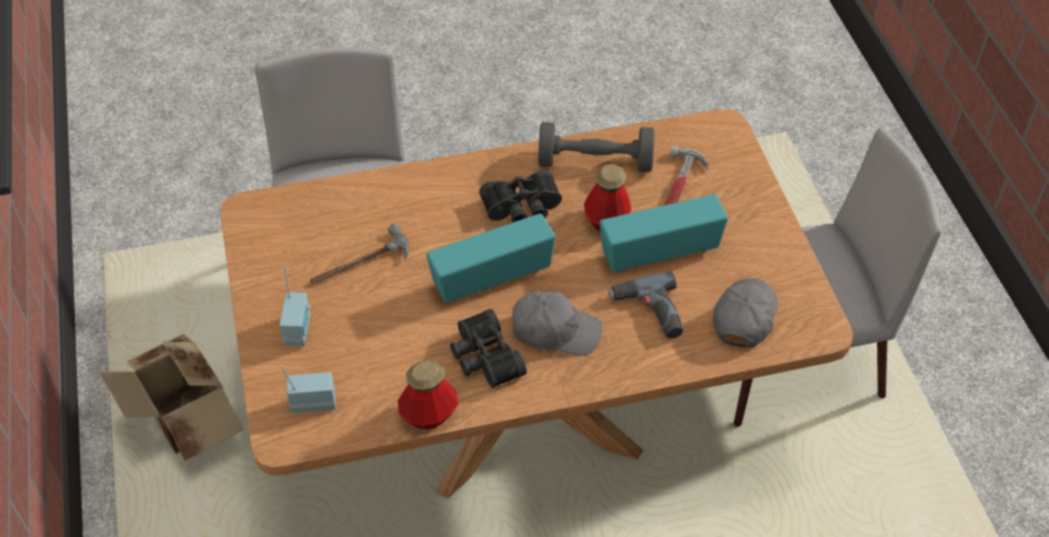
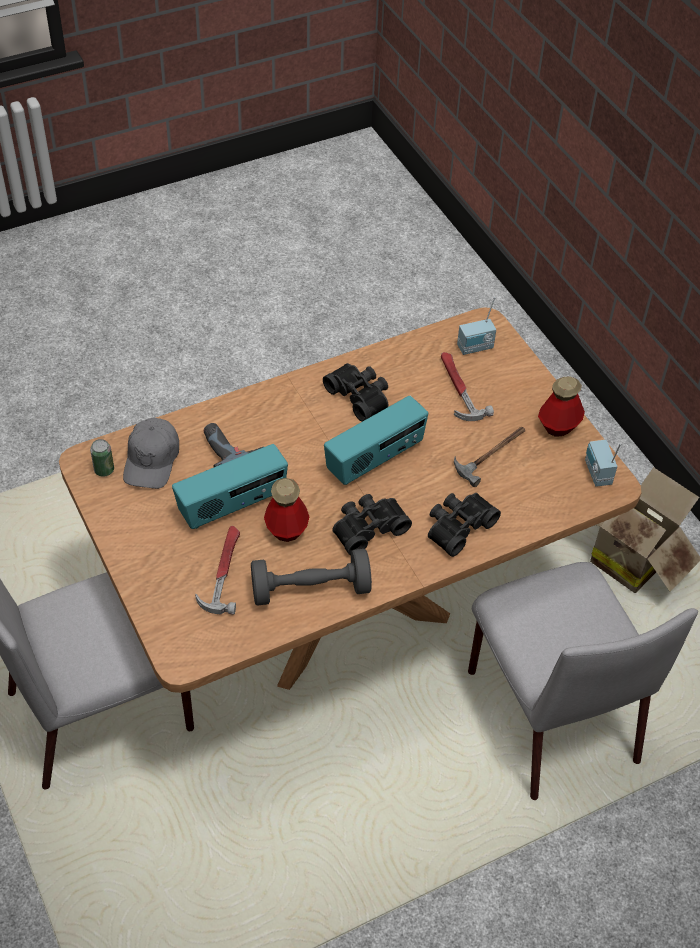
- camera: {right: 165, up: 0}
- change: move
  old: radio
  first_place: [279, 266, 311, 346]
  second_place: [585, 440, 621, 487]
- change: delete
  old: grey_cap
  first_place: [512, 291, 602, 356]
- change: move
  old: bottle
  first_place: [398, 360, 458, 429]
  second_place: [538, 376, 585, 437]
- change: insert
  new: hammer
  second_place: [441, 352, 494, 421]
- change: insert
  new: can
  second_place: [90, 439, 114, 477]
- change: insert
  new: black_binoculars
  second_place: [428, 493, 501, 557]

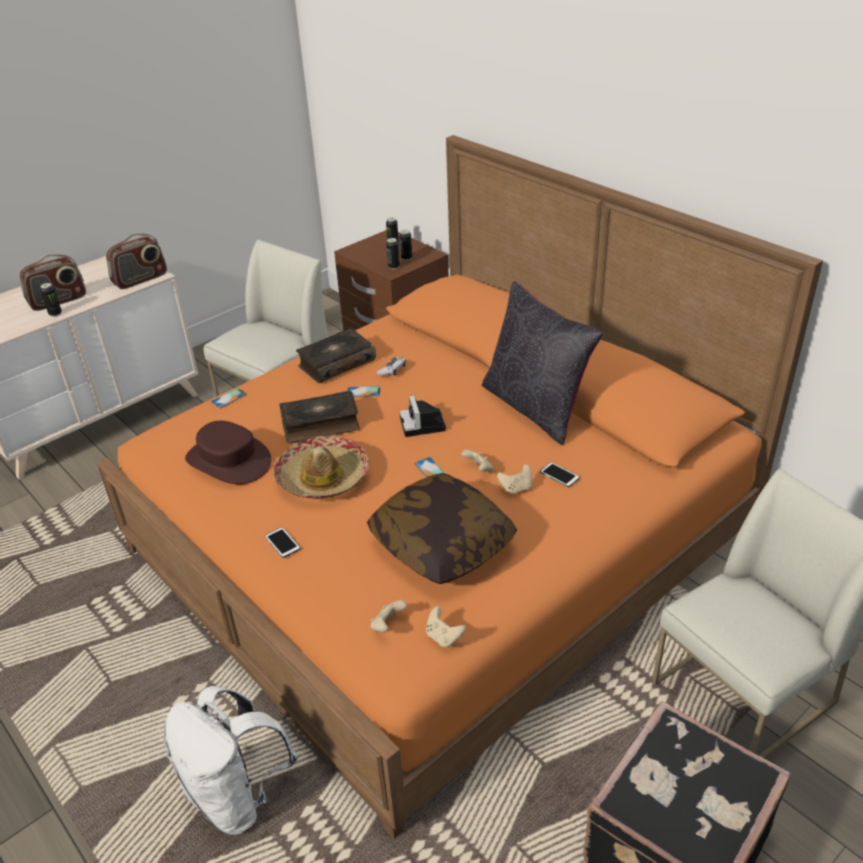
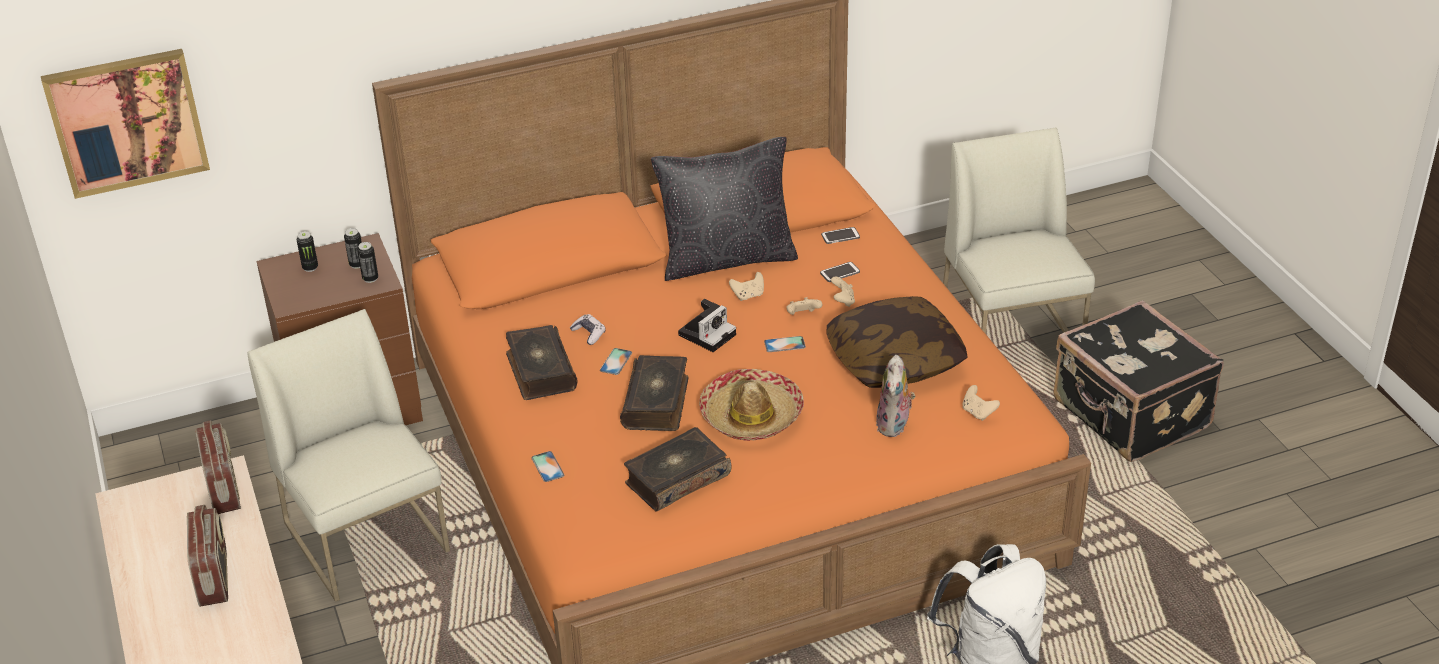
- camera: {right: -70, up: 0}
- change: delete
  old: can
  first_place: [40, 283, 62, 317]
- change: rotate
  old: photo_camera
  first_place: [399, 395, 446, 437]
  second_place: [678, 299, 736, 352]
  degrees: -60
- change: replace
  old: brown_hat
  new: book
  first_place: [185, 421, 271, 484]
  second_place: [624, 427, 731, 512]
- change: move
  old: phone
  first_place: [265, 527, 300, 558]
  second_place: [821, 227, 860, 244]
- change: move
  old: beige_game_controller
  first_place: [426, 606, 466, 648]
  second_place: [729, 272, 764, 301]
- change: insert
  new: picture
  second_place: [41, 49, 210, 199]
- change: insert
  new: plush_toy
  second_place: [876, 355, 916, 437]

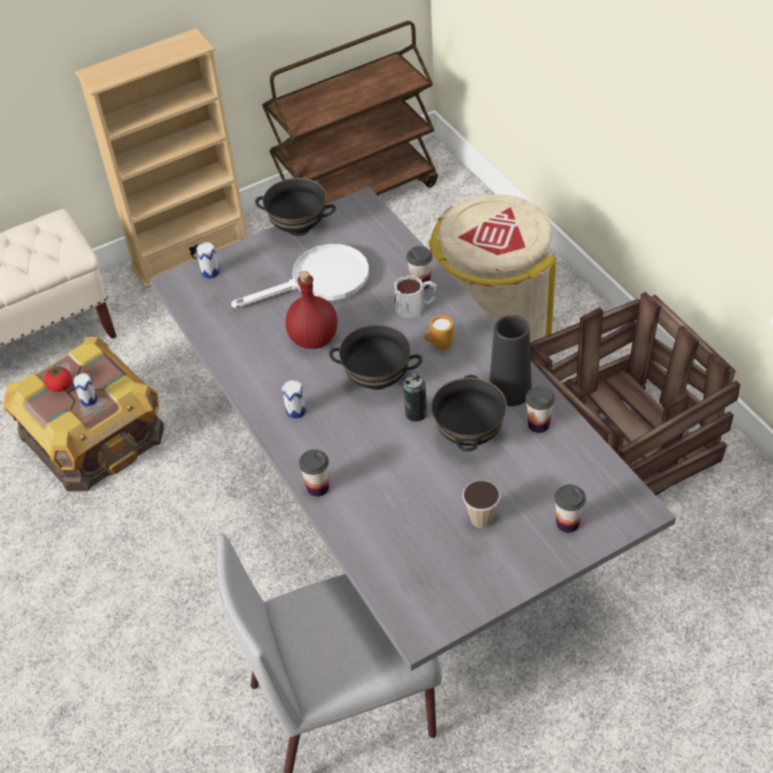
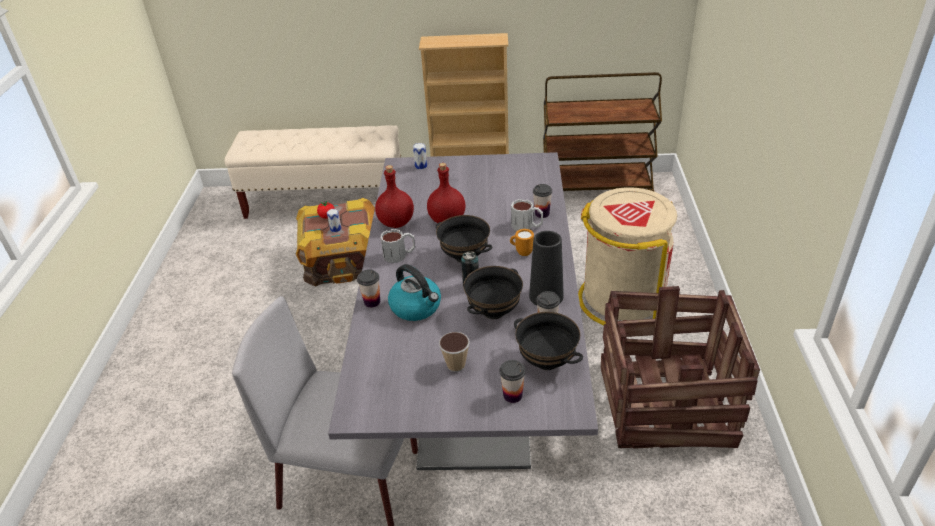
- camera: {right: 30, up: -10}
- change: move
  old: black_bowl
  first_place: [255, 178, 336, 236]
  second_place: [514, 312, 583, 370]
- change: delete
  old: white_frying_pan
  first_place: [231, 244, 369, 308]
- change: replace
  old: can
  new: mug
  first_place: [282, 380, 306, 419]
  second_place: [380, 229, 415, 263]
- change: insert
  new: red_bottle
  second_place: [375, 165, 414, 228]
- change: insert
  new: kettle
  second_place: [388, 264, 441, 321]

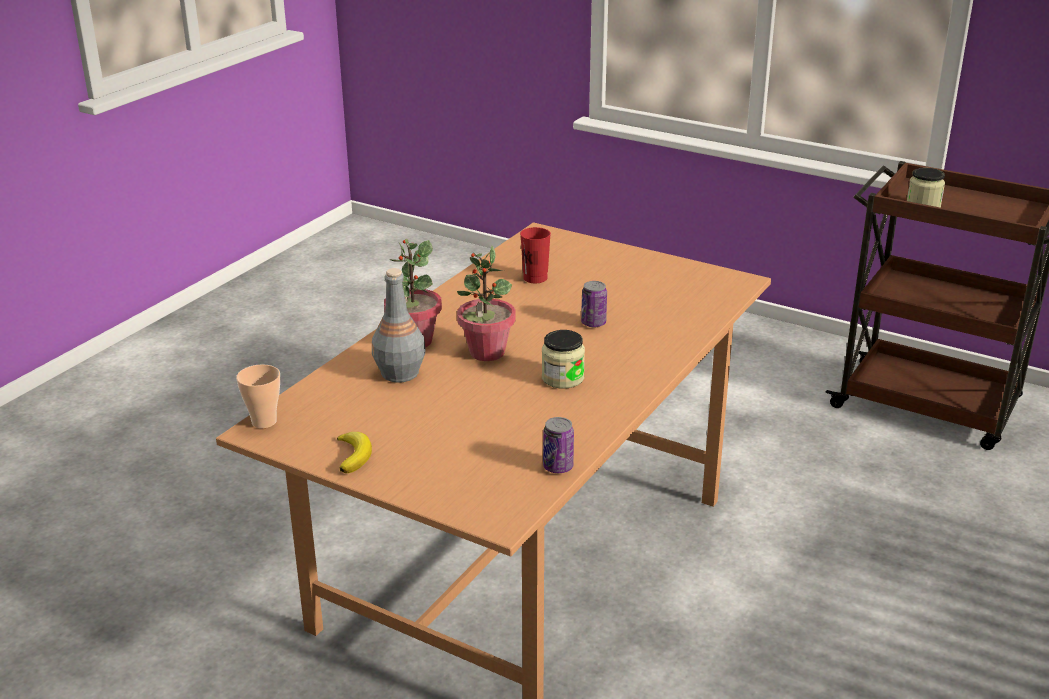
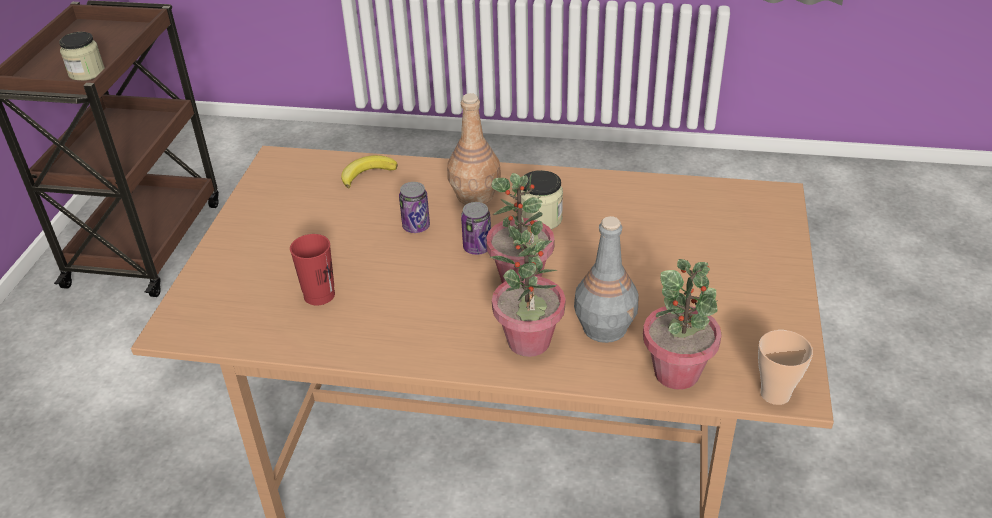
- camera: {right: -110, up: 10}
- change: move
  old: can
  first_place: [543, 417, 574, 473]
  second_place: [461, 202, 491, 255]
- change: move
  old: banana
  first_place: [337, 432, 372, 473]
  second_place: [341, 155, 398, 188]
- change: insert
  new: brown_bottle
  second_place: [447, 93, 501, 205]
- change: insert
  new: potted_plant
  second_place: [643, 259, 722, 390]

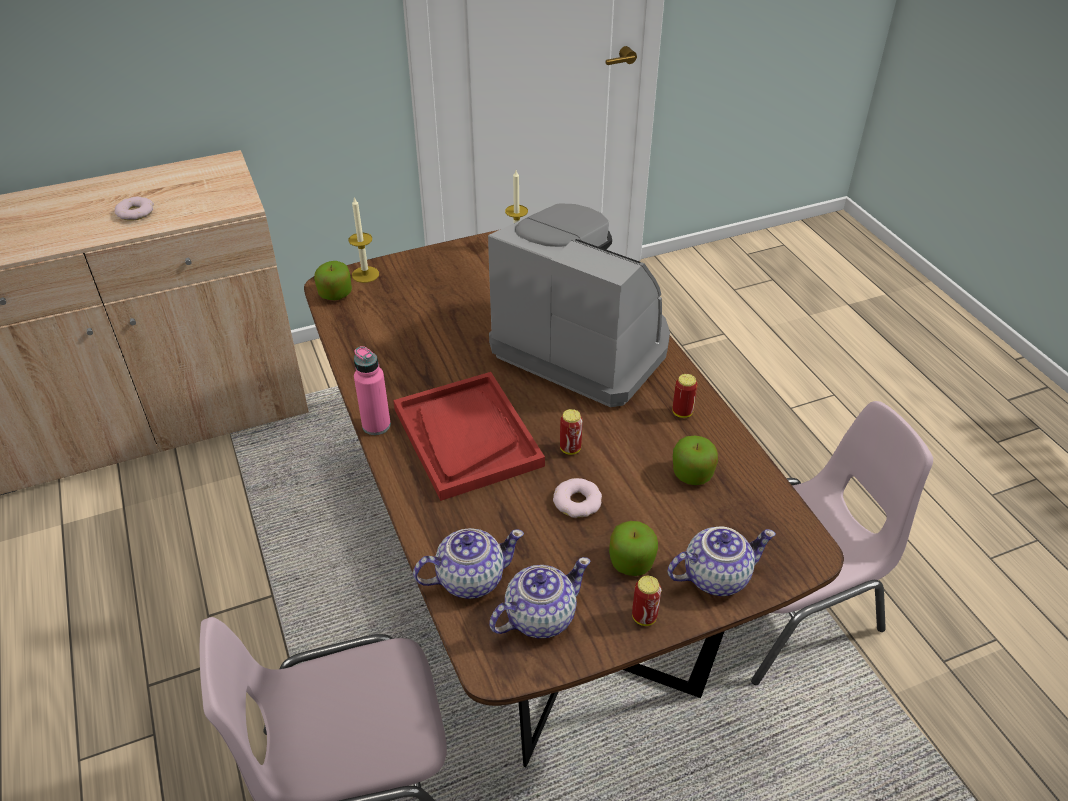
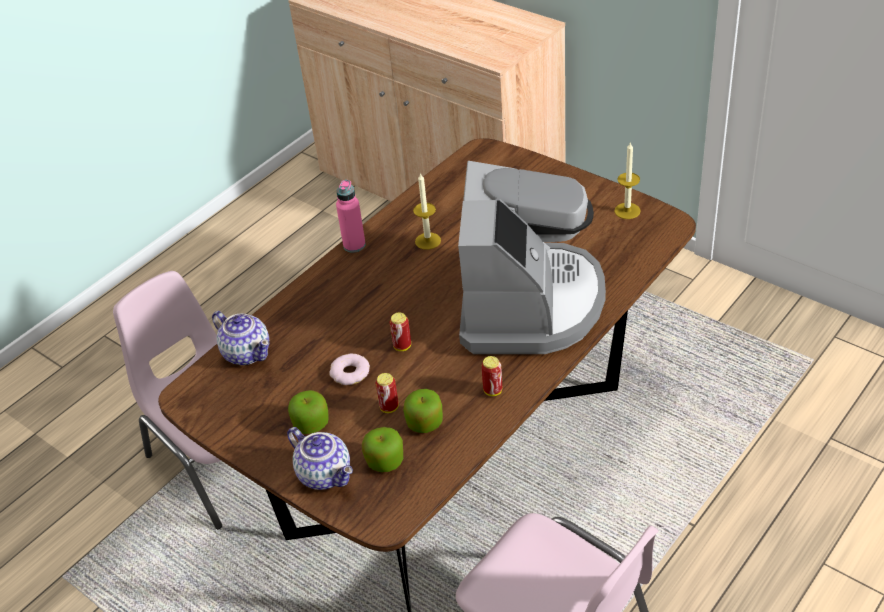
- camera: {right: 65, up: 0}
- change: delete
  old: donut
  first_place: [115, 197, 154, 221]
- change: move
  old: candle
  first_place: [348, 197, 379, 283]
  second_place: [413, 173, 441, 250]
- change: move
  old: apple
  first_place: [314, 261, 352, 300]
  second_place: [362, 427, 403, 472]
- change: delete
  old: red_tray
  first_place: [393, 372, 545, 501]
- change: delete
  old: teapot
  first_place: [489, 557, 590, 638]
- change: move
  old: can
  first_place: [632, 576, 661, 626]
  second_place: [376, 373, 399, 413]

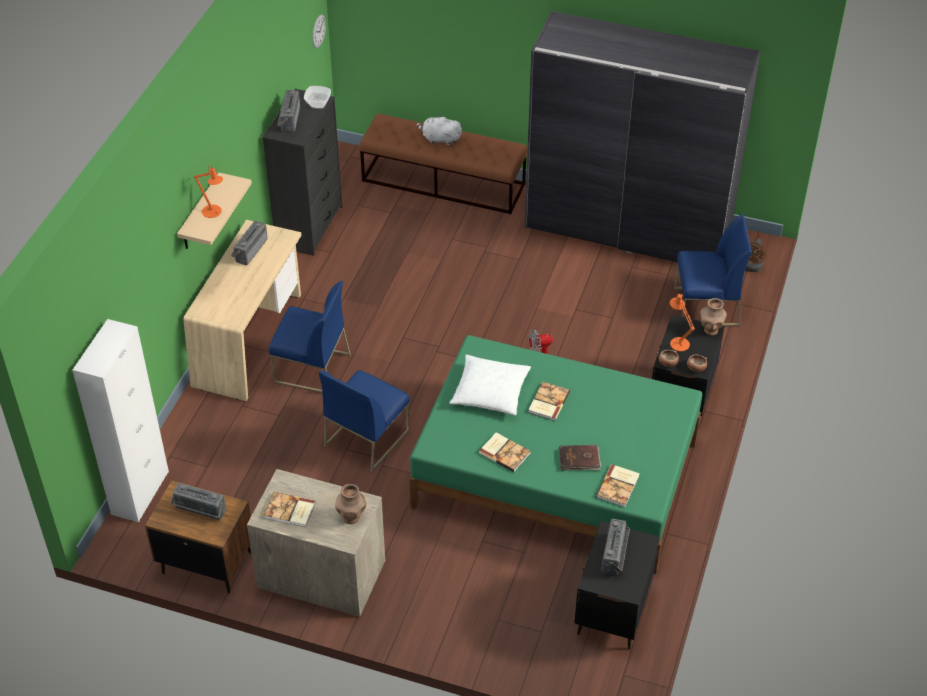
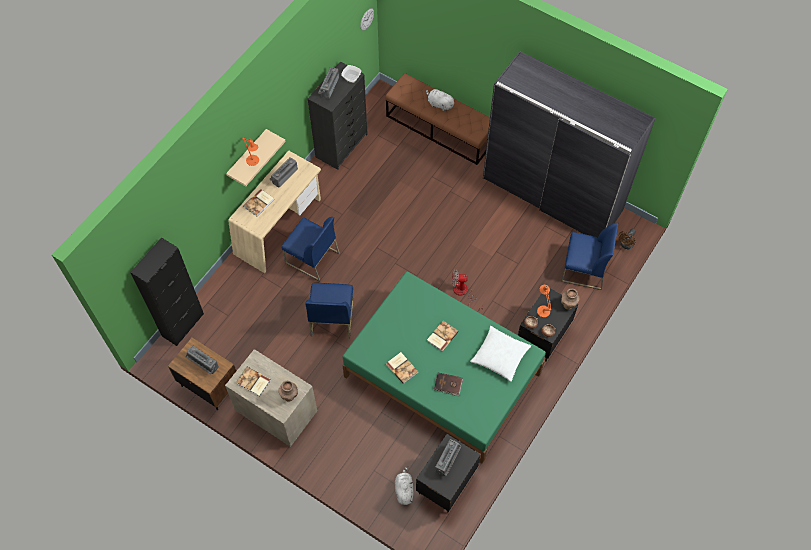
- camera: {right: 15, up: 15}
- change: recolor
  old: white_cabinet
  new: black_cabinet
  first_place: [72, 319, 169, 522]
  second_place: [130, 237, 204, 346]
- change: move
  old: white_pillow
  first_place: [450, 355, 531, 416]
  second_place: [470, 326, 531, 382]
- change: rotate
  old: blue_chair
  first_place: [319, 370, 410, 472]
  second_place: [305, 283, 353, 339]
  degrees: -45
- change: move
  old: book
  first_place: [596, 464, 640, 507]
  second_place: [243, 189, 274, 216]
- change: insert
  new: white_plush_toy
  second_place: [395, 466, 413, 505]

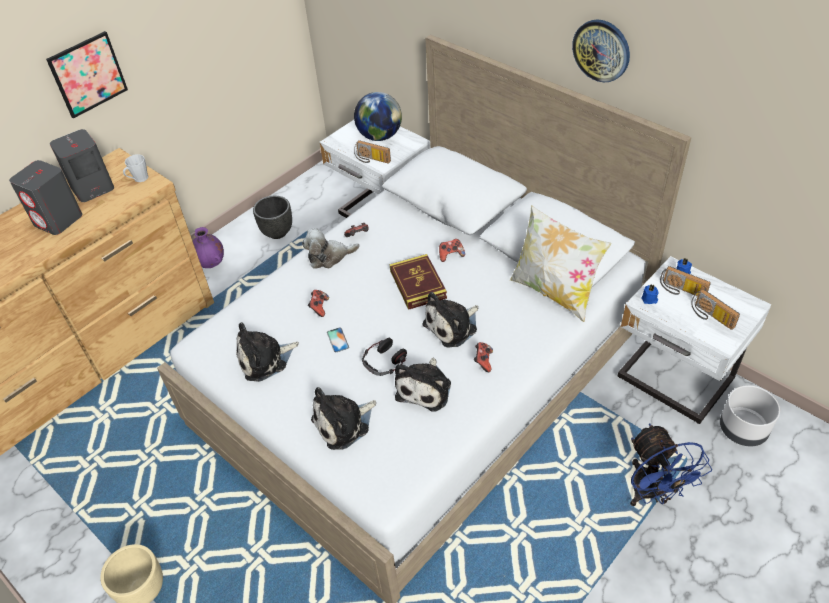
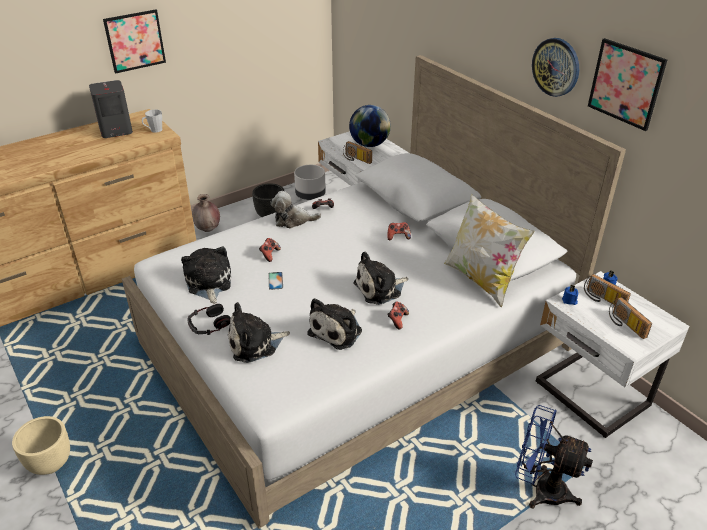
- camera: {right: 10, up: -10}
- change: delete
  old: grey_speaker
  first_place: [9, 160, 82, 235]
- change: recolor
  old: purple_vase
  new: brown_vase
  first_place: [193, 227, 224, 268]
  second_place: [192, 194, 220, 232]
- change: delete
  old: book
  first_place: [390, 254, 447, 310]
- change: rotate
  old: plush_toy
  first_place: [236, 322, 299, 382]
  second_place: [181, 246, 231, 304]
  degrees: 90
- change: move
  old: headphones
  first_place: [362, 338, 407, 376]
  second_place: [188, 304, 231, 335]
- change: move
  old: grey_planter
  first_place: [720, 385, 780, 446]
  second_place: [294, 165, 326, 200]
- change: rotate
  old: blue_fan
  first_place: [630, 423, 712, 506]
  second_place: [515, 405, 593, 508]
  degrees: 120
- change: insert
  new: picture
  second_place: [588, 38, 667, 131]

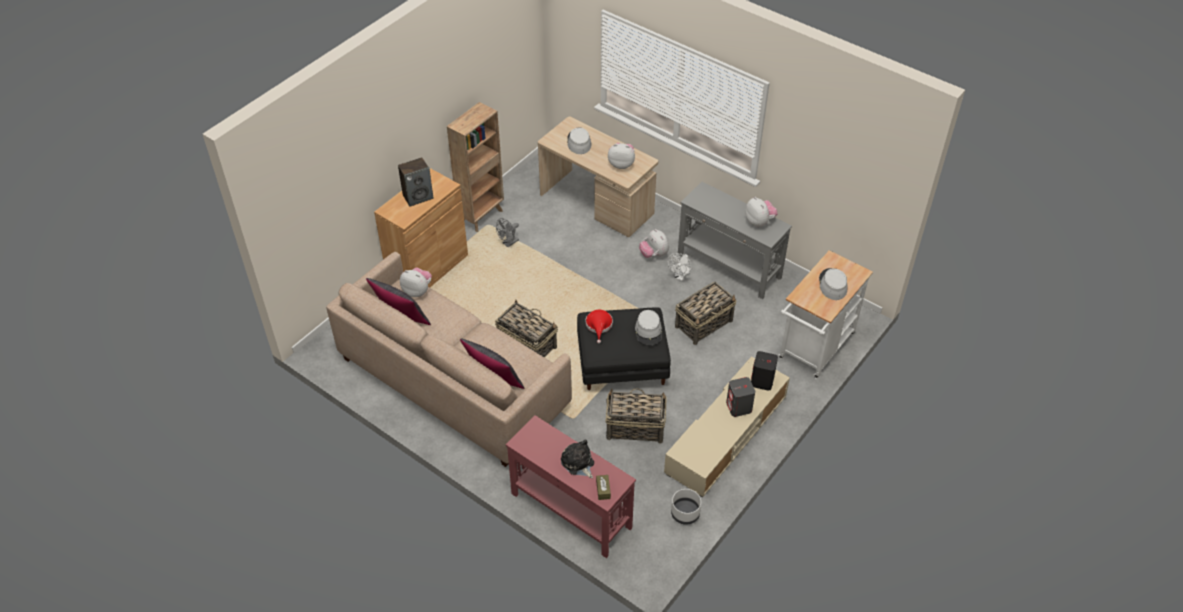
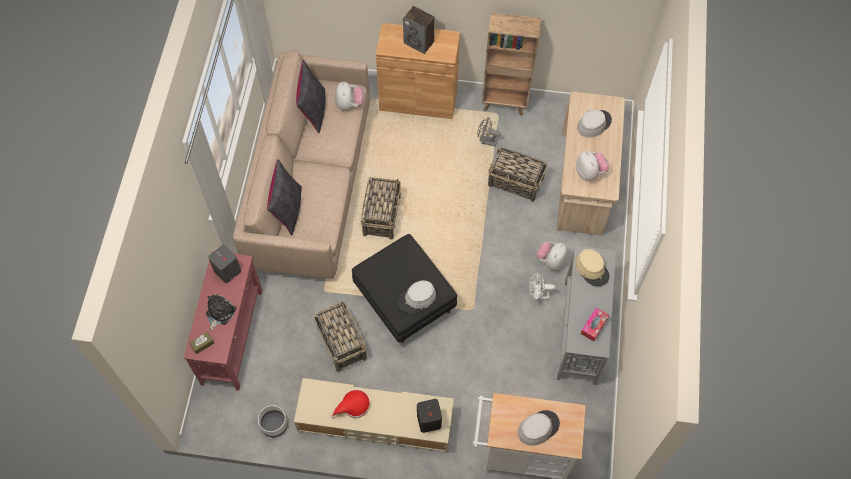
- camera: {right: 60, up: 15}
- change: replace
  old: plush_toy
  new: tissue_box
  first_place: [745, 197, 778, 227]
  second_place: [581, 308, 609, 341]
- change: move
  old: basket
  first_place: [675, 282, 737, 345]
  second_place: [488, 147, 547, 202]
- change: move
  old: red_hat
  first_place: [586, 310, 613, 343]
  second_place: [331, 390, 370, 418]
- change: move
  old: grey_speaker
  first_place: [726, 377, 755, 417]
  second_place: [208, 245, 241, 283]
- change: insert
  new: beige_hat
  second_place: [575, 249, 610, 286]

